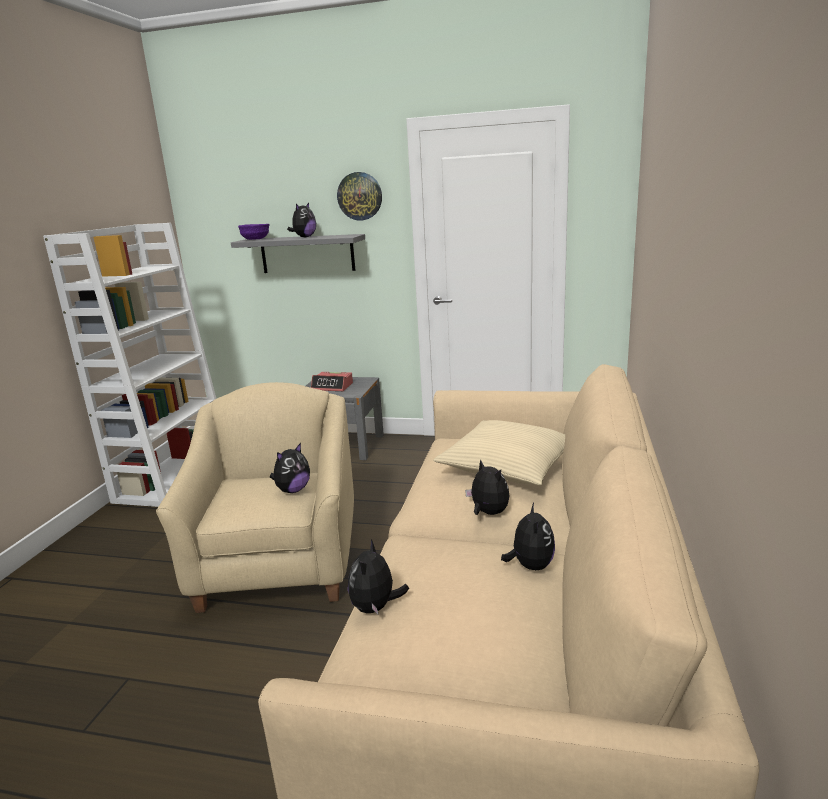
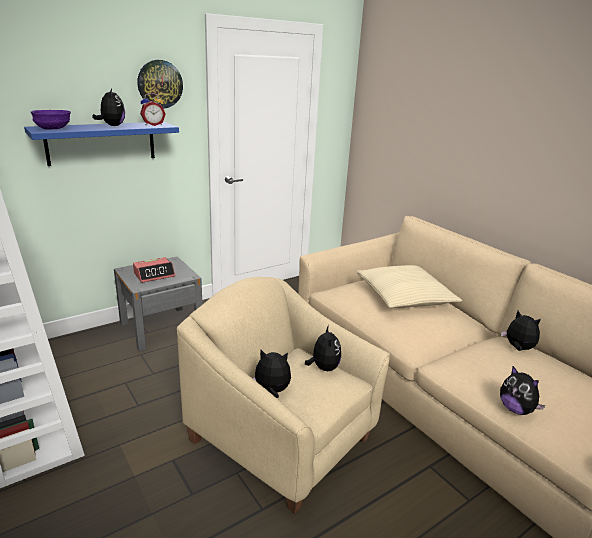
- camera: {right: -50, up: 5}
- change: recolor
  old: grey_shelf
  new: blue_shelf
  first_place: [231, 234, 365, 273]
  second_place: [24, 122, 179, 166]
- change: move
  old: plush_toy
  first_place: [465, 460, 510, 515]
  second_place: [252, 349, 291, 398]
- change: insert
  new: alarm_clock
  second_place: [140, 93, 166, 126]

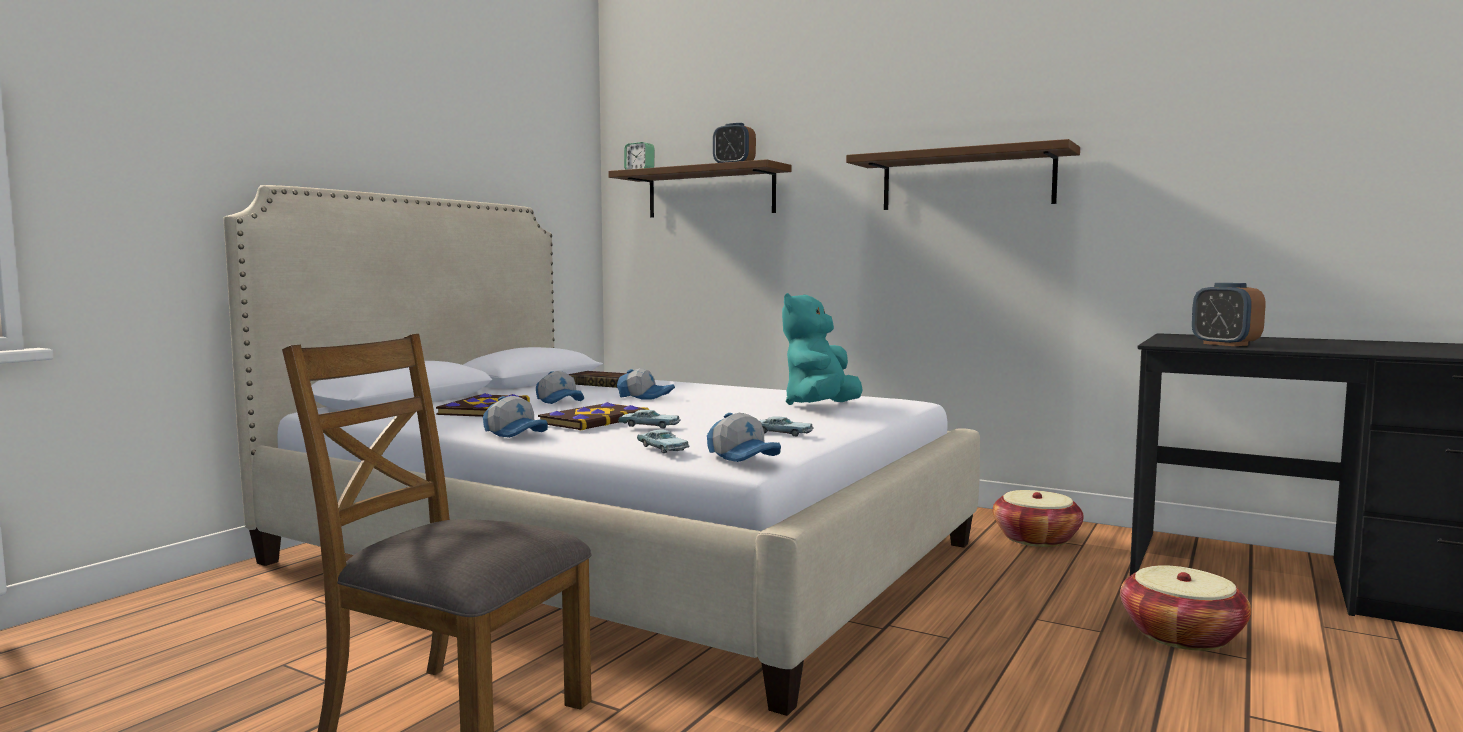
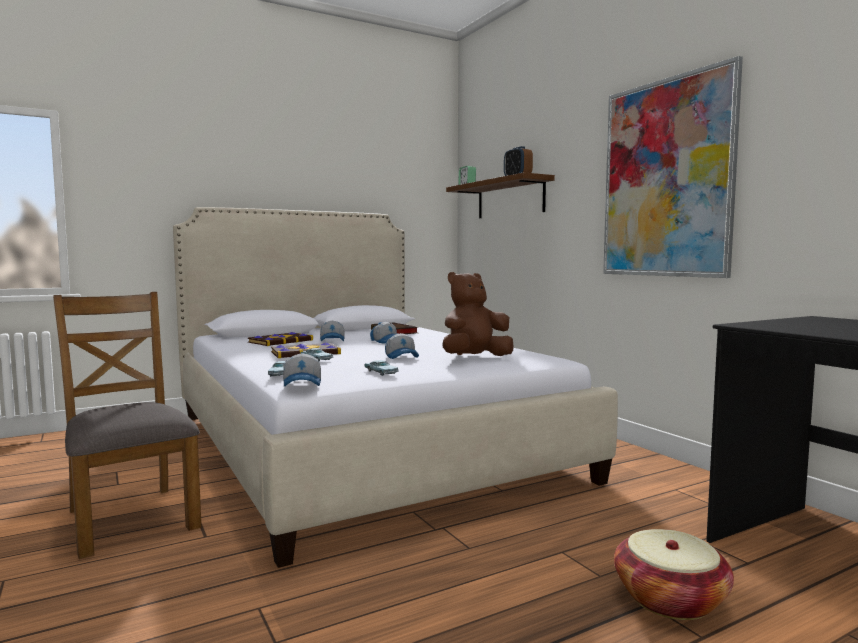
- camera: {right: 30, up: 0}
- change: replace
  old: brown_shelf
  new: picture
  first_place: [846, 139, 1080, 210]
  second_place: [603, 56, 743, 278]
- change: delete
  old: alarm_clock
  first_place: [1192, 283, 1266, 346]
- change: recolor
  old: turquoise_plush_toy
  new: brown_plush_toy
  first_place: [782, 293, 863, 405]
  second_place: [442, 272, 513, 356]
- change: move
  old: cap
  first_place: [483, 396, 548, 438]
  second_place: [385, 333, 419, 359]
- change: delete
  old: basket
  first_place: [993, 490, 1083, 547]

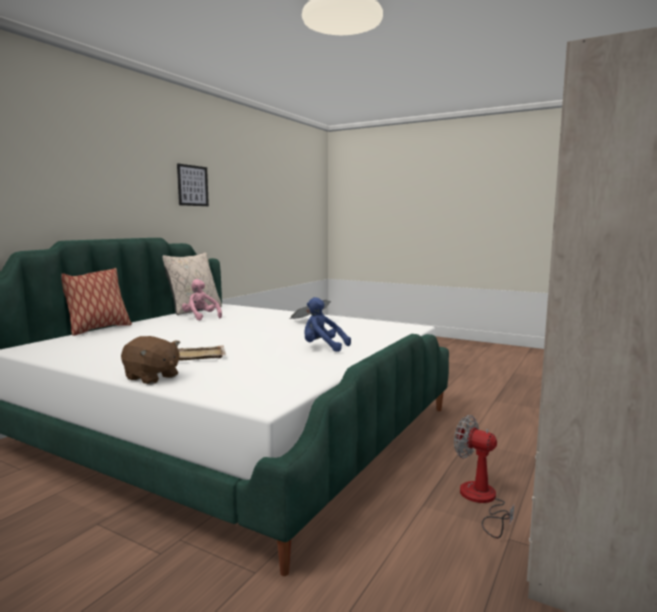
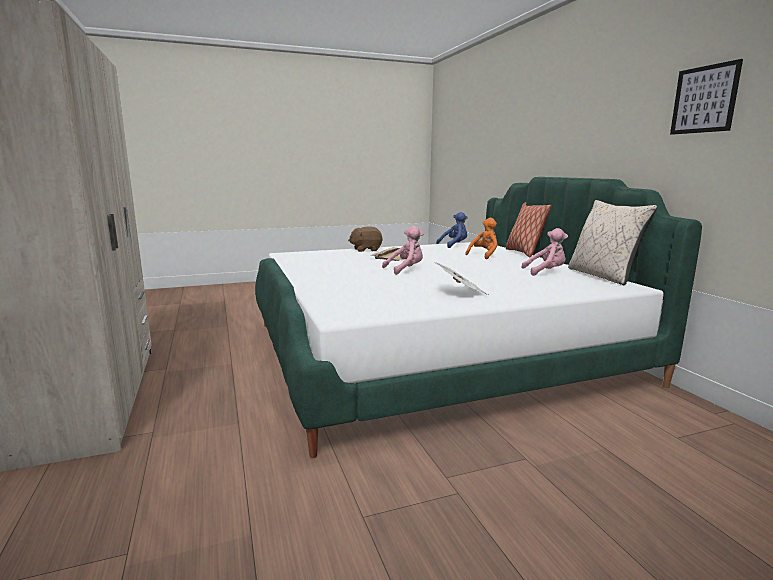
- camera: {right: 130, up: 5}
- change: move
  old: blue_plush_toy
  first_place: [304, 297, 351, 352]
  second_place: [436, 212, 468, 248]
- change: delete
  old: fan
  first_place: [454, 415, 514, 538]
- change: insert
  new: orange_plush_toy
  second_place: [465, 218, 498, 259]
- change: insert
  new: pink_plush_toy
  second_place: [382, 226, 423, 275]

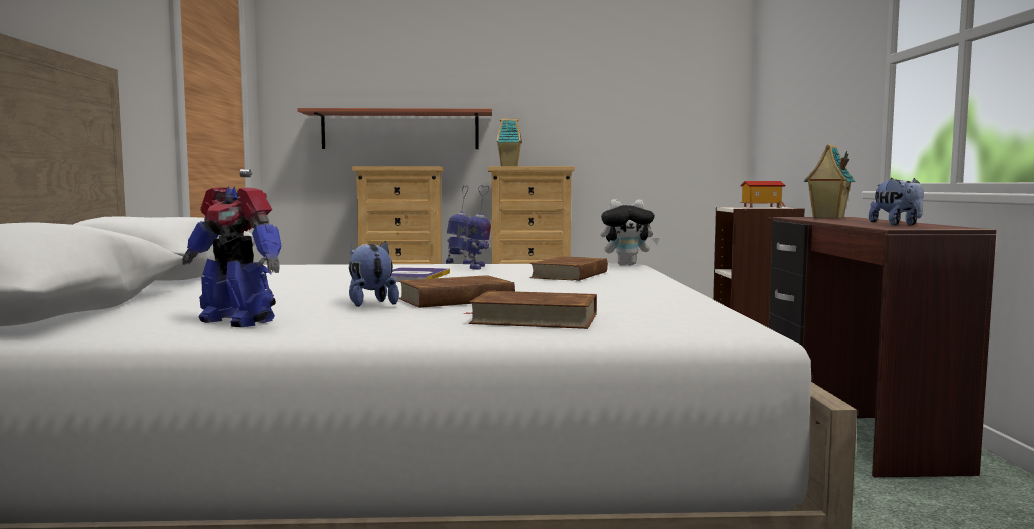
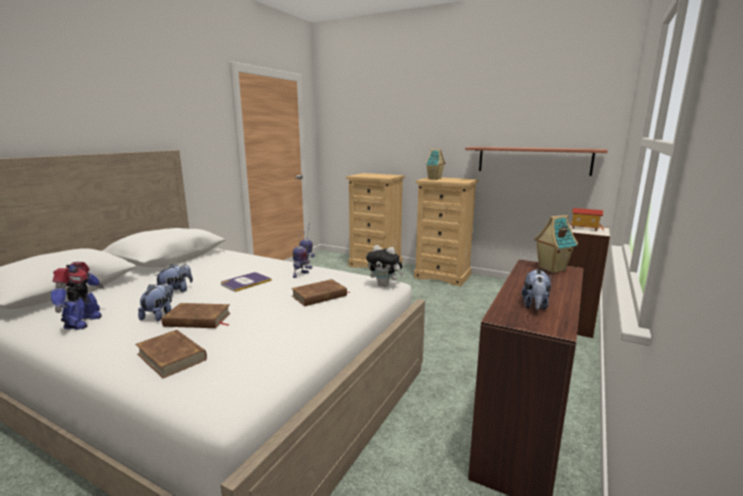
- camera: {right: 30, up: 10}
- change: move
  old: shelf
  first_place: [297, 108, 492, 149]
  second_place: [465, 147, 608, 176]
- change: rotate
  old: toy_robot
  first_place: [182, 186, 282, 327]
  second_place: [51, 262, 104, 330]
  degrees: -150
- change: insert
  new: plush_toy
  second_place: [155, 264, 193, 296]

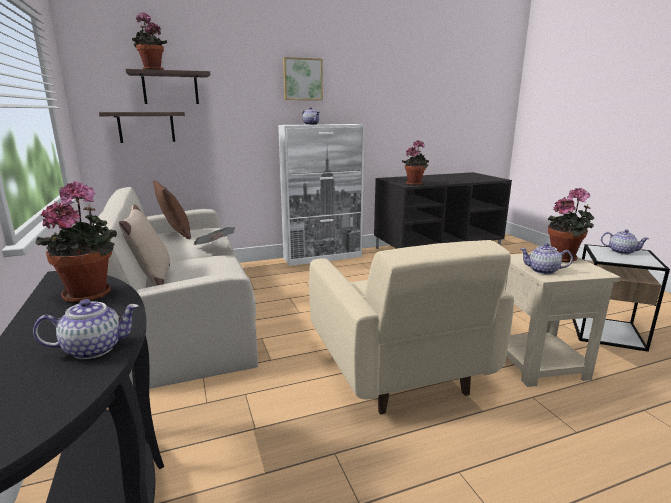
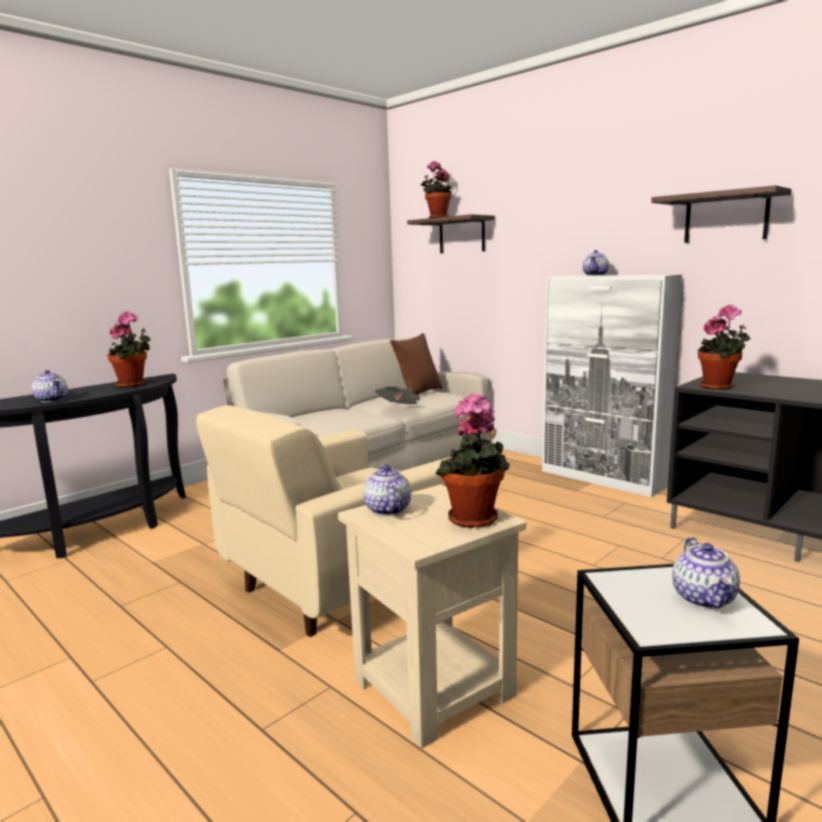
- camera: {right: 65, up: -5}
- change: delete
  old: picture
  first_place: [283, 57, 323, 100]
- change: move
  old: shelf
  first_place: [99, 112, 185, 143]
  second_place: [651, 185, 792, 243]
- change: delete
  old: beige_pillow
  first_place: [118, 205, 170, 286]

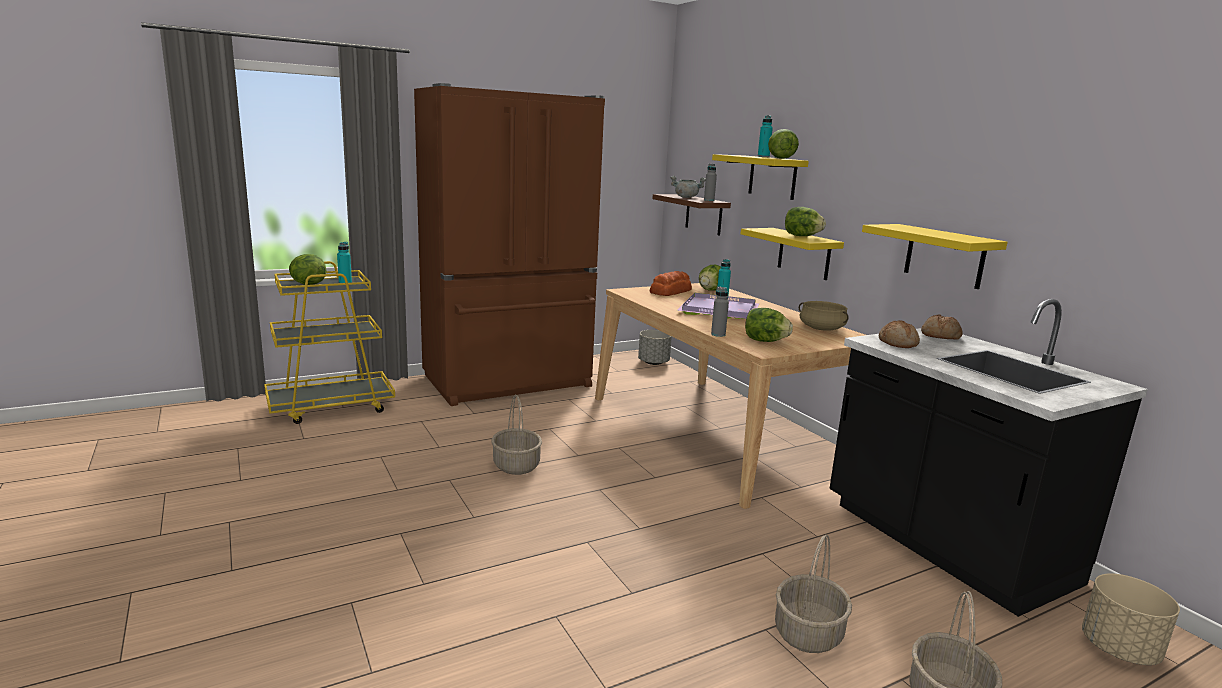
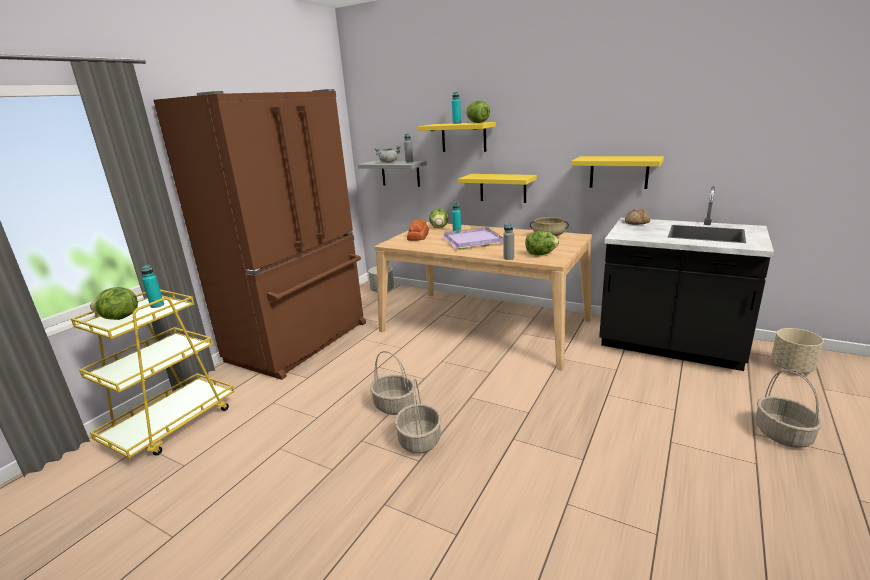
- camera: {right: -30, up: 5}
- change: recolor
  old: brown_shelf
  new: grey_shelf
  first_place: [653, 194, 731, 236]
  second_place: [358, 161, 427, 187]
- change: delete
  old: lettuce
  first_place: [785, 207, 826, 236]
- change: delete
  old: bread
  first_place: [879, 320, 920, 348]
- change: move
  old: basket
  first_place: [775, 535, 852, 653]
  second_place: [395, 378, 441, 454]

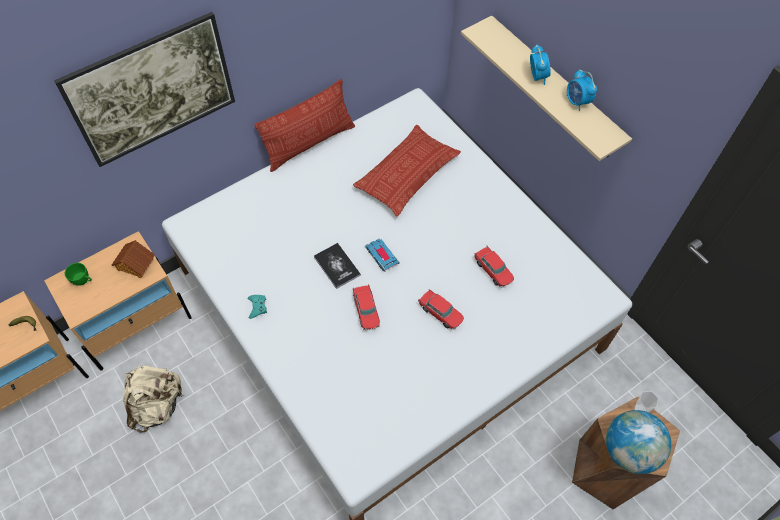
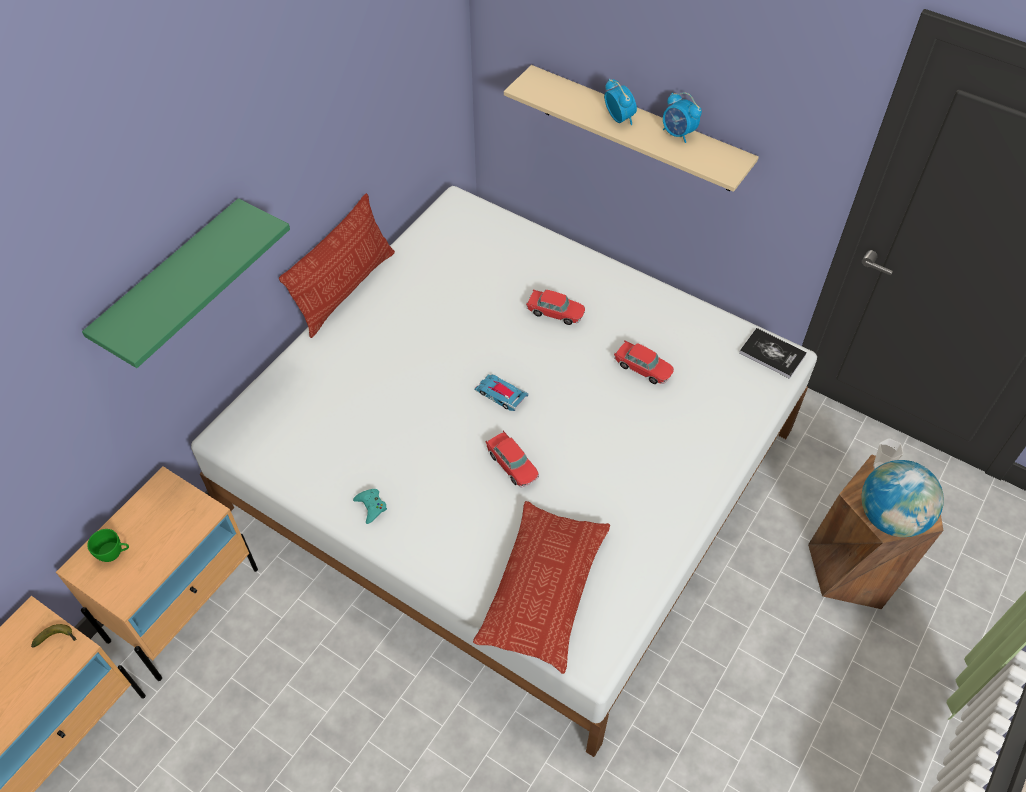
- camera: {right: -20, up: -5}
- change: replace
  old: picture
  new: green_shelf
  first_place: [54, 12, 235, 167]
  second_place: [82, 198, 290, 368]
- change: move
  old: pillow
  first_place: [353, 125, 461, 217]
  second_place: [473, 501, 610, 674]
- change: delete
  old: toy_house
  first_place: [112, 240, 155, 279]
- change: move
  old: book
  first_place: [314, 243, 361, 289]
  second_place: [739, 328, 807, 379]
- change: move
  old: toy_car
  first_place: [418, 289, 464, 330]
  second_place: [526, 290, 585, 325]
- change: delete
  old: beige_backpack
  first_place: [123, 365, 184, 433]

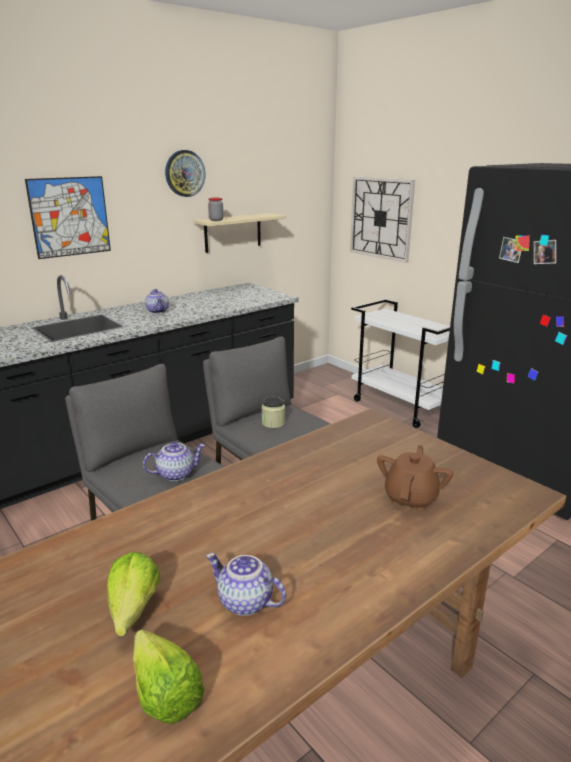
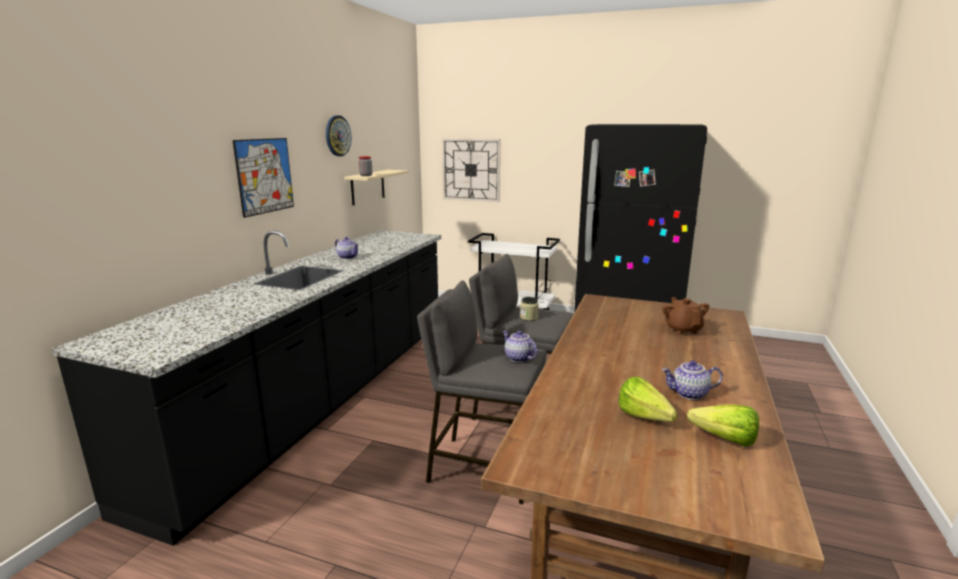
- camera: {right: -30, up: -5}
- change: rotate
  old: teapot
  first_place: [143, 442, 205, 481]
  second_place: [503, 331, 538, 362]
  degrees: -75

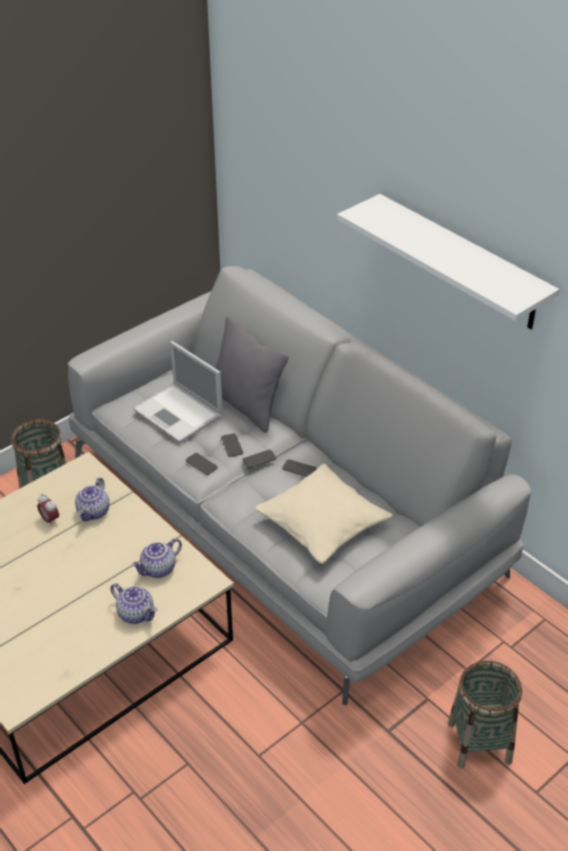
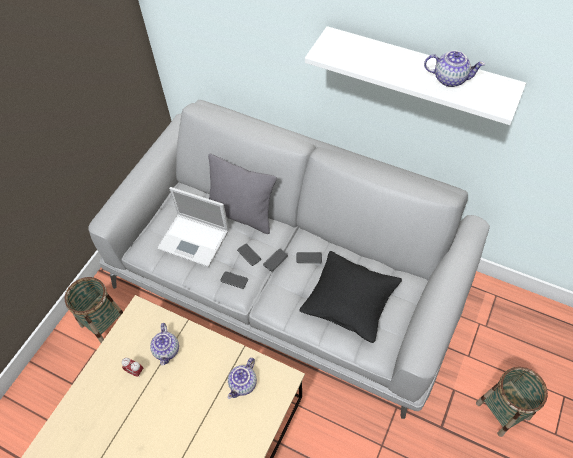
- camera: {right: -20, up: 15}
- change: recolor
  old: beige_pillow
  new: black_pillow
  first_place: [255, 464, 393, 564]
  second_place: [299, 251, 402, 343]
- change: move
  old: teapot
  first_place: [110, 583, 158, 624]
  second_place: [424, 51, 485, 87]

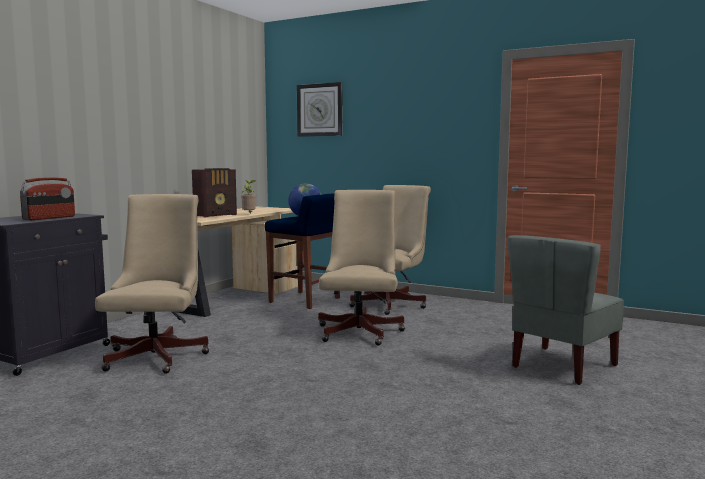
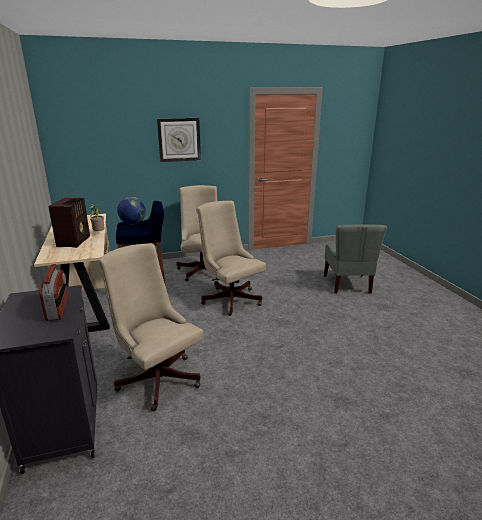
- camera: {right: -45, up: 15}
- change: move
  old: wall_clock
  first_place: [297, 82, 342, 137]
  second_place: [157, 118, 201, 162]

